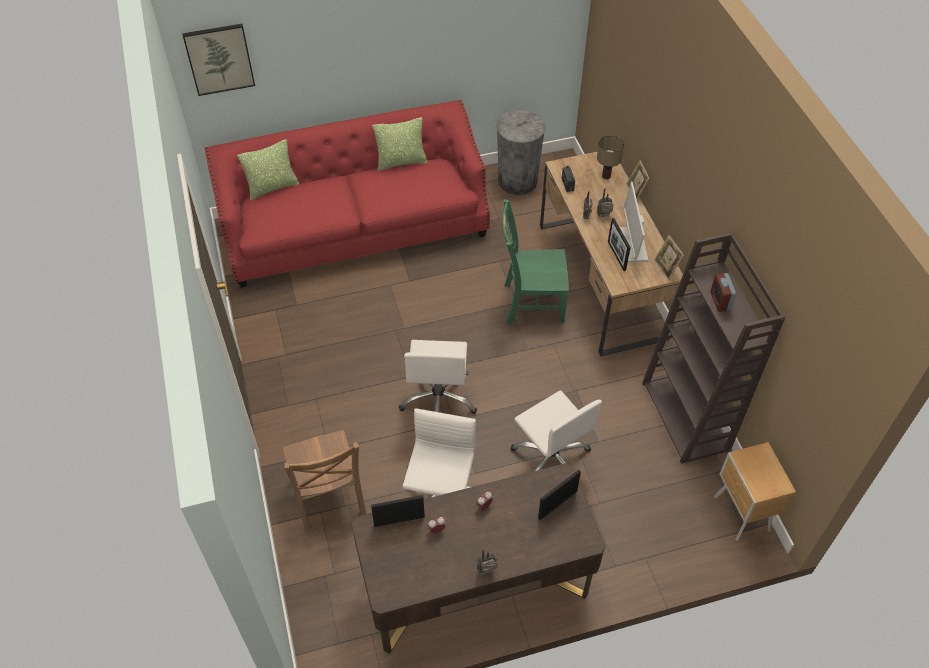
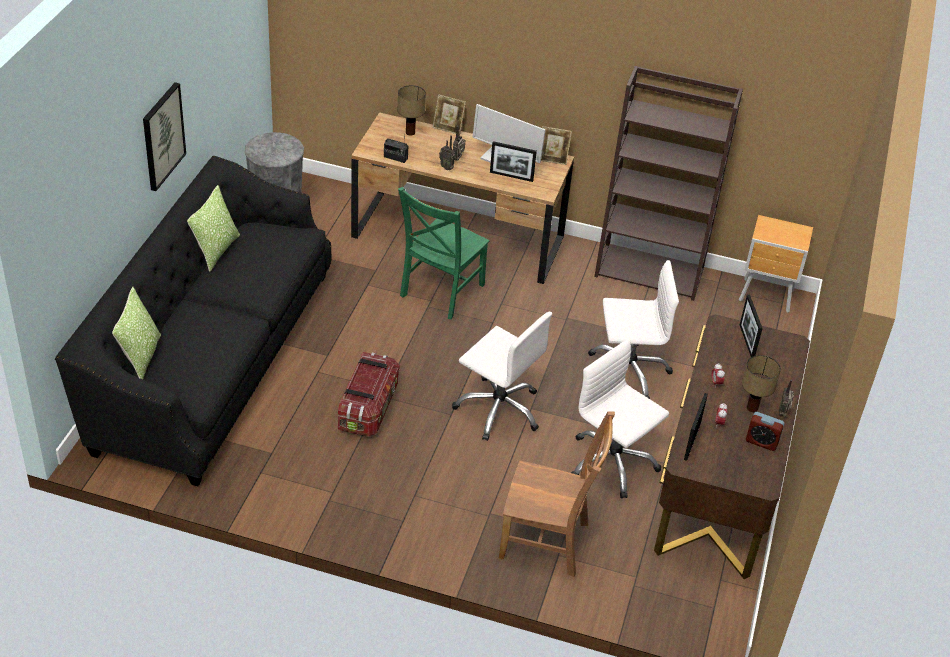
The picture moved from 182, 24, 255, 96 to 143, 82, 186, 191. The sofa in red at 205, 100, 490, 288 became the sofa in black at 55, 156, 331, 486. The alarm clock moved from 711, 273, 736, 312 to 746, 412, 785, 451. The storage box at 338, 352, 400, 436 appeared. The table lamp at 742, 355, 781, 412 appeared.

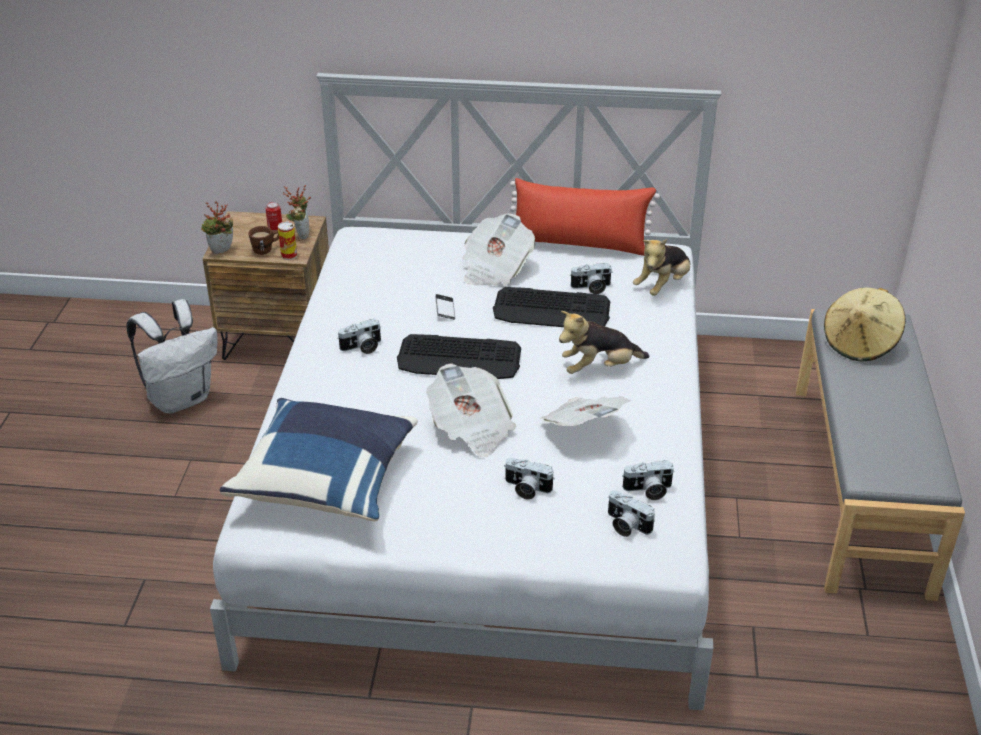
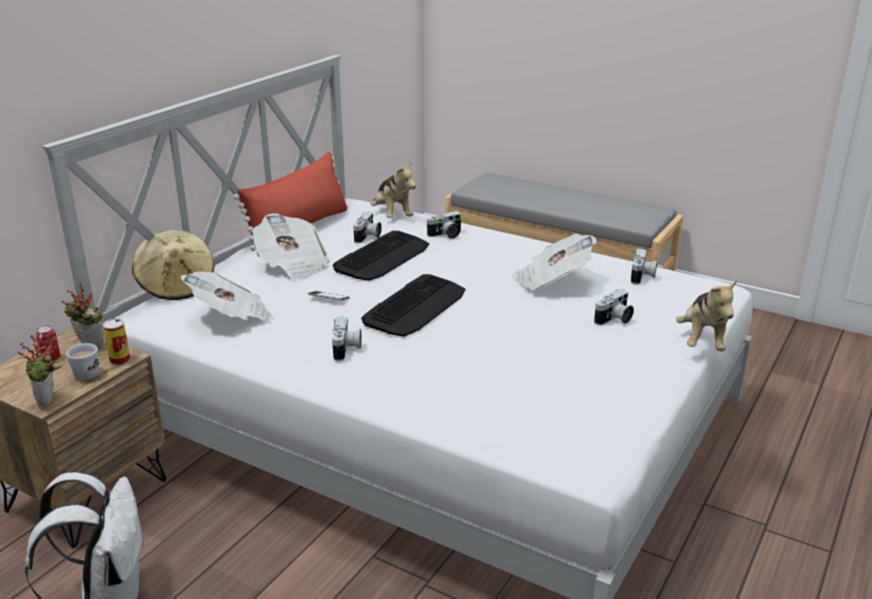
The pillow in blue at 220, 398, 418, 521 disappeared. The mug in brown at 248, 226, 279, 255 became the mug in white at 66, 343, 99, 380. The newspaper moved from 426, 363, 516, 457 to 181, 272, 275, 320. The plush toy moved from 559, 311, 649, 374 to 676, 280, 737, 352. The photo camera moved from 608, 490, 655, 537 to 426, 211, 462, 239. The hat in beige moved from 824, 288, 906, 362 to 132, 230, 214, 300.

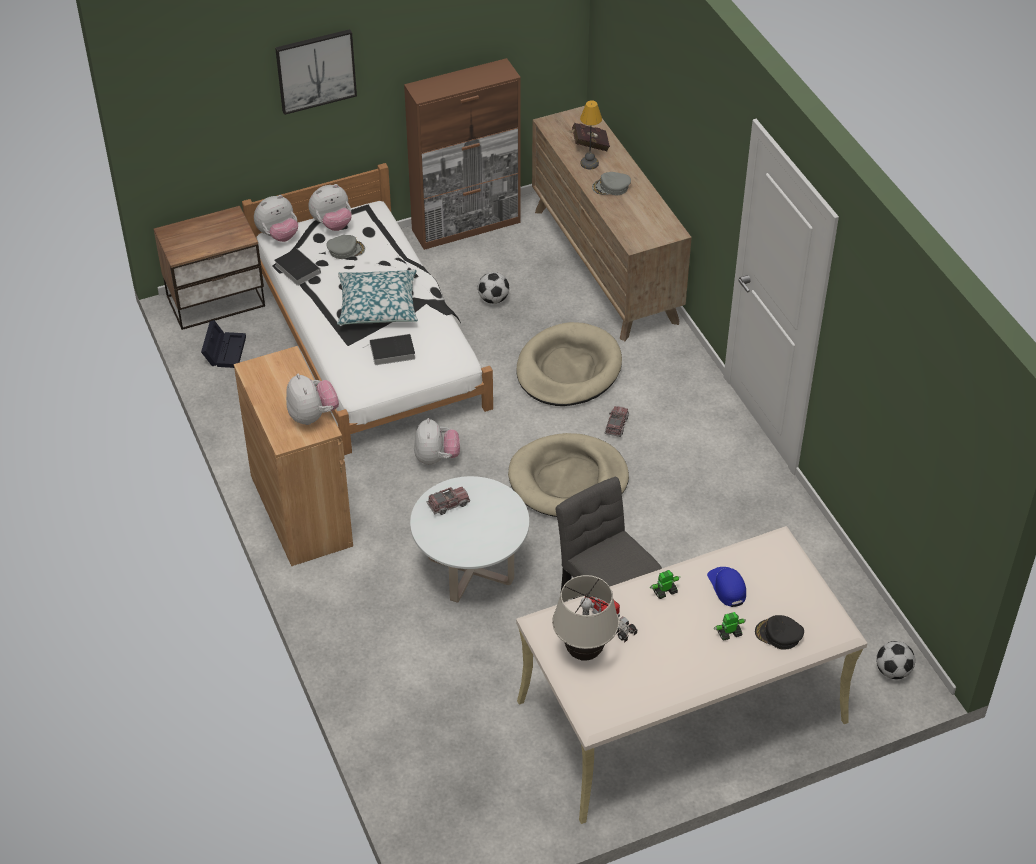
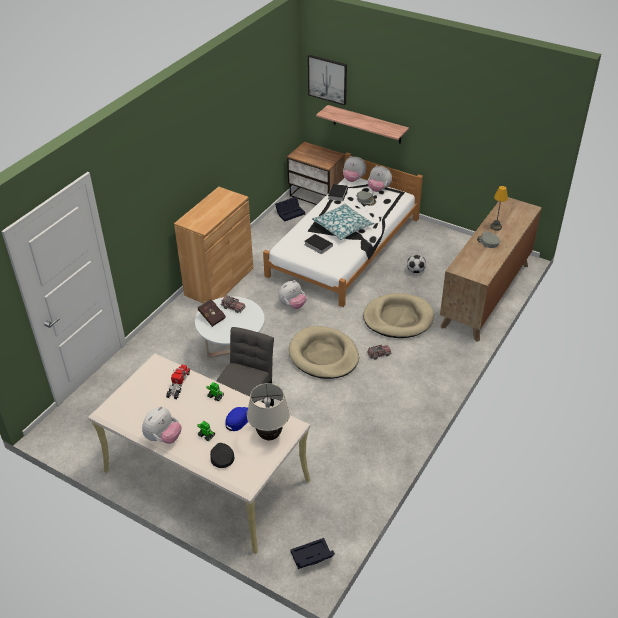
The picture moved from 275, 29, 357, 115 to 308, 55, 347, 105. The plush toy moved from 286, 374, 339, 425 to 142, 406, 182, 444. The cabinet in brown at 404, 58, 521, 250 disappeared. The table lamp in beige moved from 552, 575, 619, 661 to 247, 383, 290, 440. The book in red moved from 568, 123, 610, 151 to 197, 300, 226, 327. The football at 876, 641, 915, 679 was replaced by the storage box in black at 290, 538, 335, 569. The shelf at 316, 105, 409, 144 appeared.

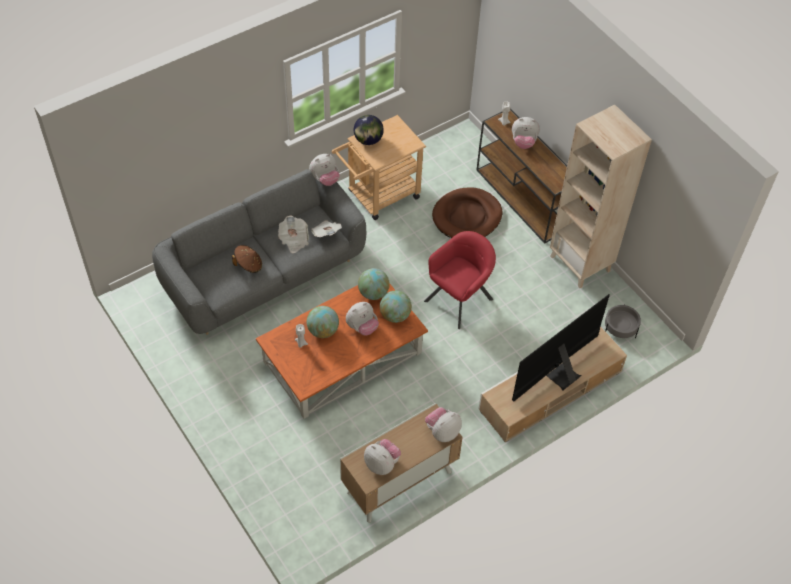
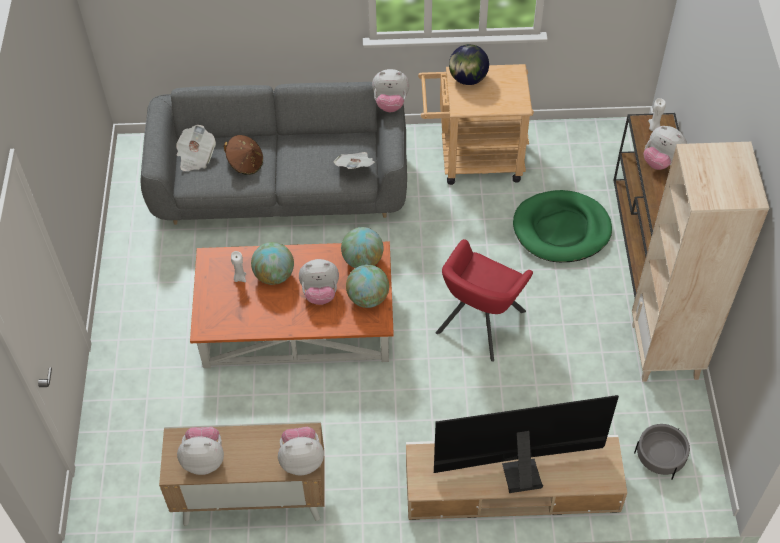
The newspaper moved from 278, 215, 309, 253 to 176, 125, 216, 171. The plush toy at 364, 439, 401, 475 turned 75 degrees counterclockwise. The armchair in red at 424, 231, 496, 329 turned 135 degrees clockwise. The dog bed in brown at 432, 187, 502, 238 became the dog bed in green at 513, 190, 612, 262.

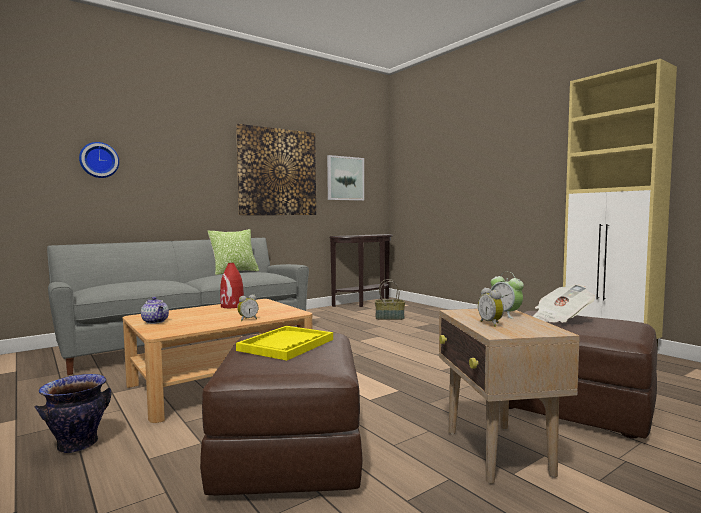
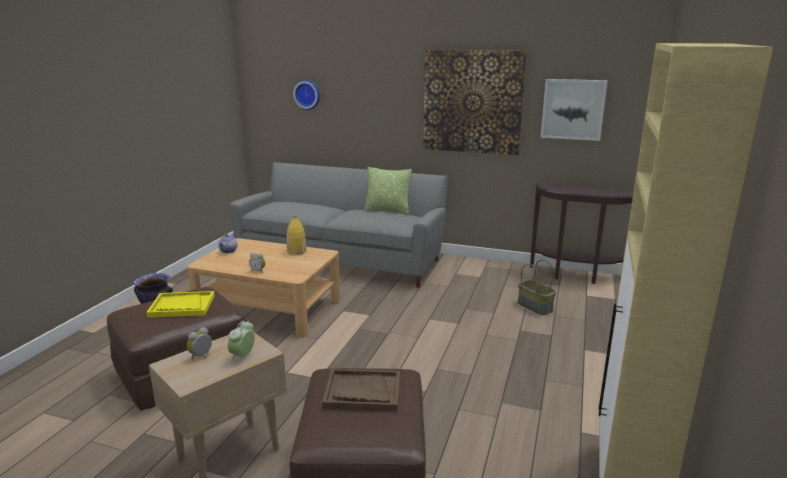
The vase in red at 220, 263, 244, 308 became the vase in yellow at 286, 217, 306, 255. The newspaper at 532, 285, 595, 323 was replaced by the tray in brown at 322, 369, 400, 411.

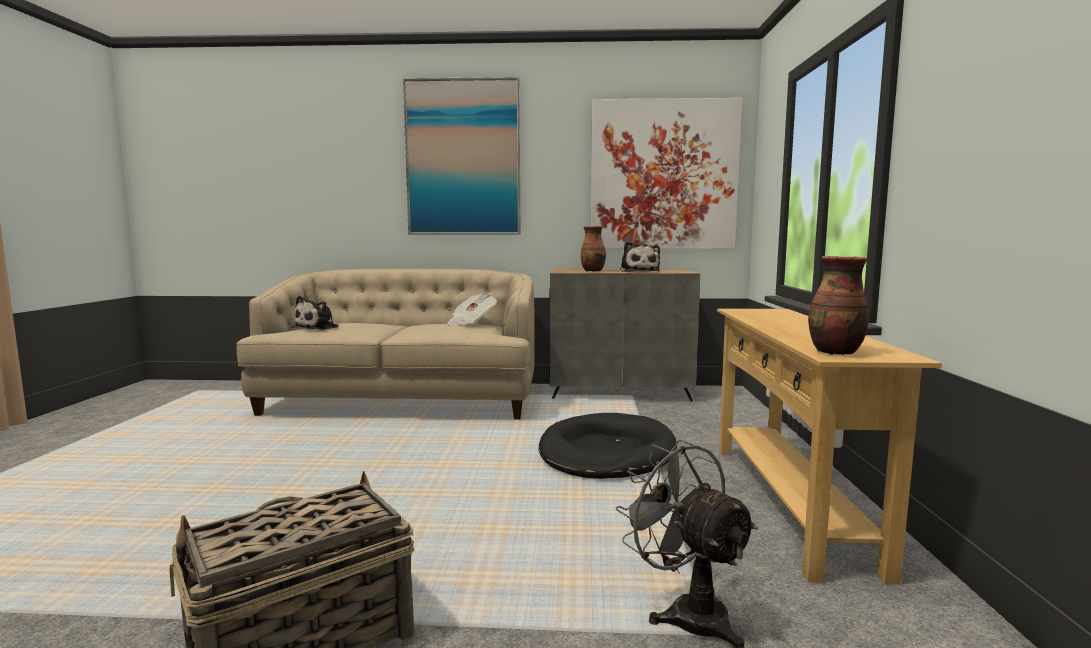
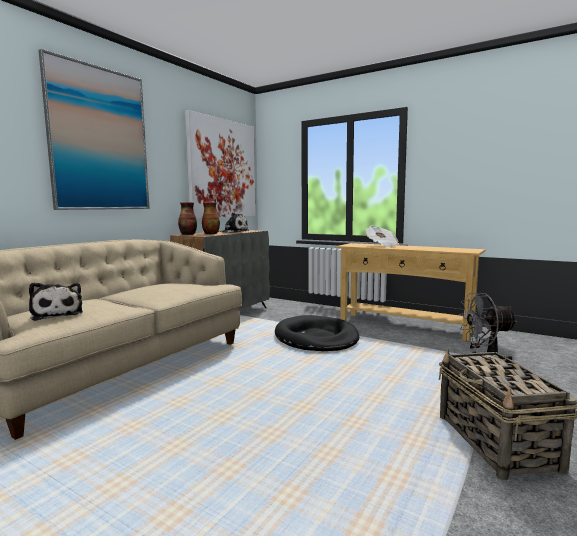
The newspaper moved from 447, 293, 497, 325 to 365, 226, 400, 248. The vase moved from 808, 256, 869, 355 to 178, 202, 197, 235.

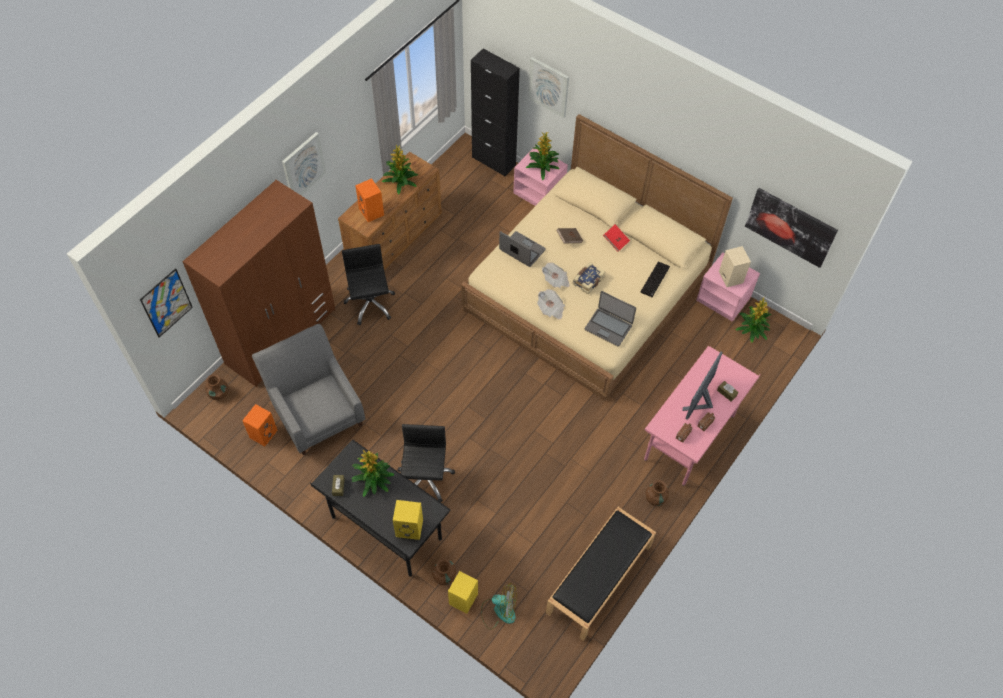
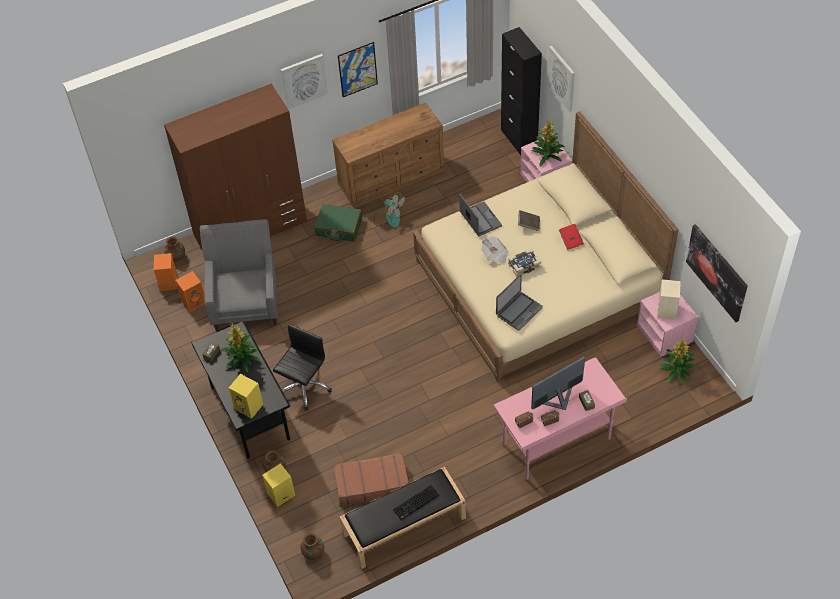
The picture moved from 140, 268, 193, 338 to 338, 42, 378, 97. The office chair in black at 342, 244, 395, 325 was replaced by the suitcase in green at 315, 204, 362, 242. The speaker in orange moved from 355, 178, 384, 222 to 154, 253, 178, 291. The potted plant at 382, 145, 418, 195 disappeared. The fan moved from 481, 585, 516, 630 to 374, 192, 406, 228. The newspaper at 537, 289, 565, 320 disappeared. The laptop at 585, 291, 636, 346 turned 105 degrees counterclockwise. The keyboard moved from 640, 262, 670, 297 to 393, 485, 439, 520. The vase in brown moved from 646, 480, 669, 506 to 301, 533, 324, 560. The suitcase in brown at 334, 453, 409, 506 appeared.

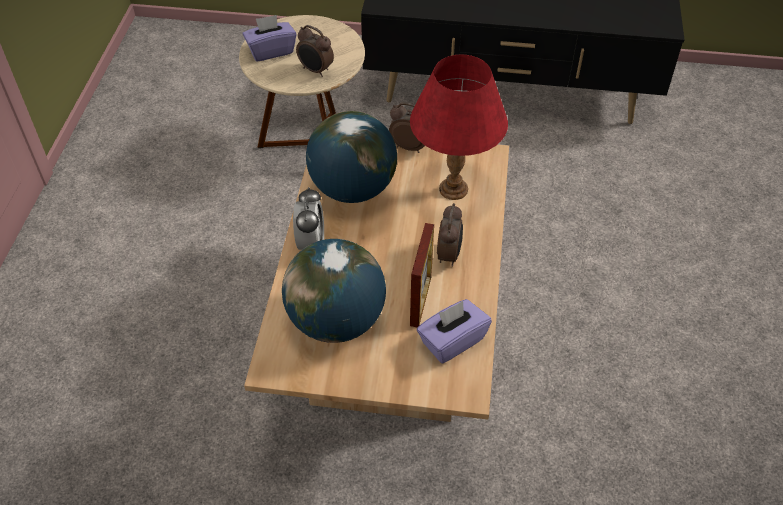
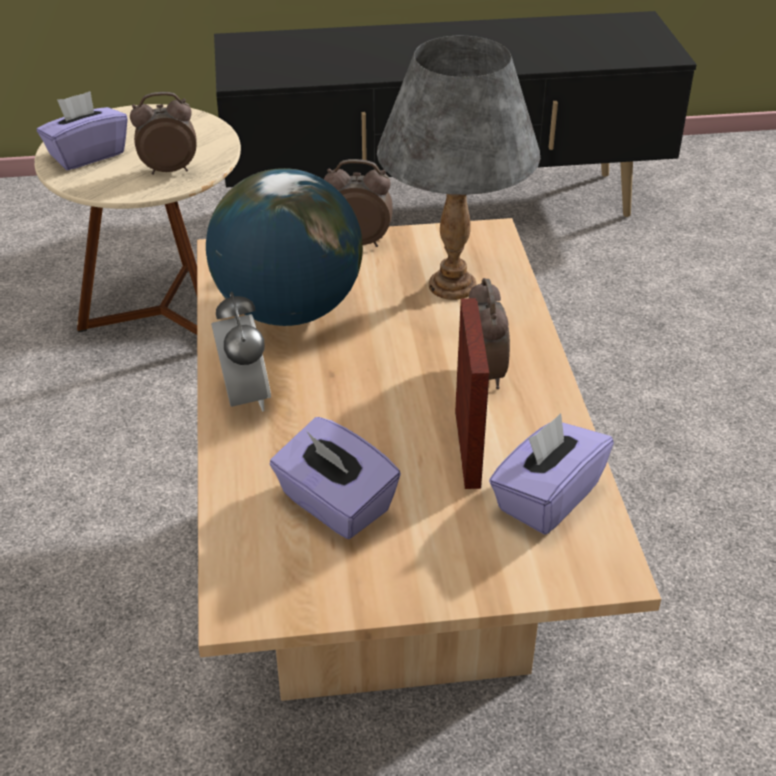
The globe at 282, 239, 386, 343 was replaced by the tissue box in purple at 269, 417, 401, 539. The alarm clock at 296, 25, 334, 77 turned 150 degrees clockwise. The table lamp in red at 410, 54, 508, 200 became the table lamp in grey at 377, 36, 540, 300.

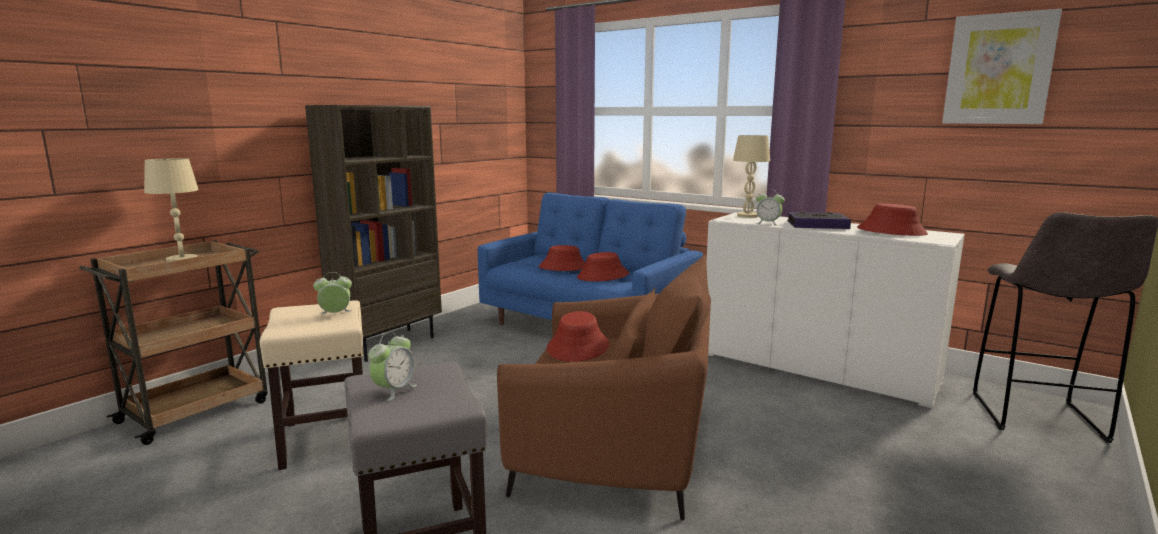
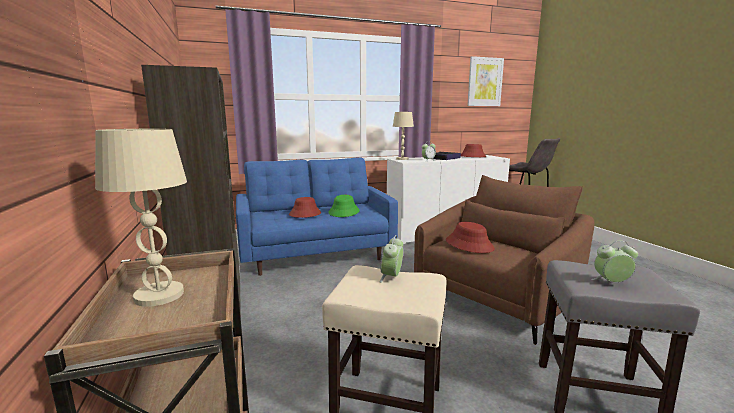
The alarm clock at 369, 332, 417, 401 turned 60 degrees counterclockwise. The hat in red at 577, 252, 629, 281 became the hat in green at 328, 195, 360, 217.

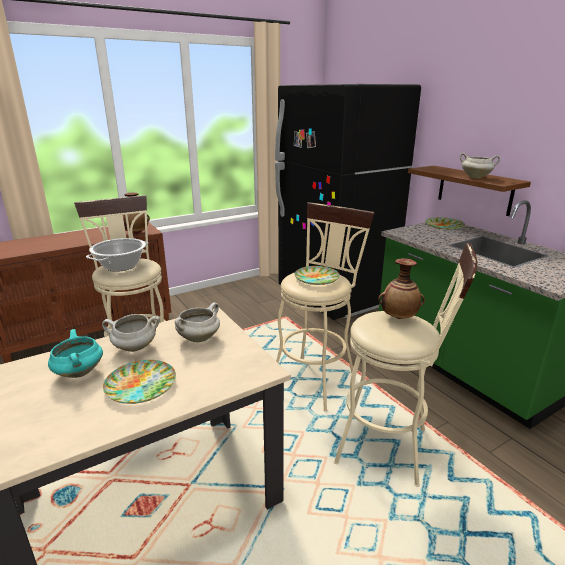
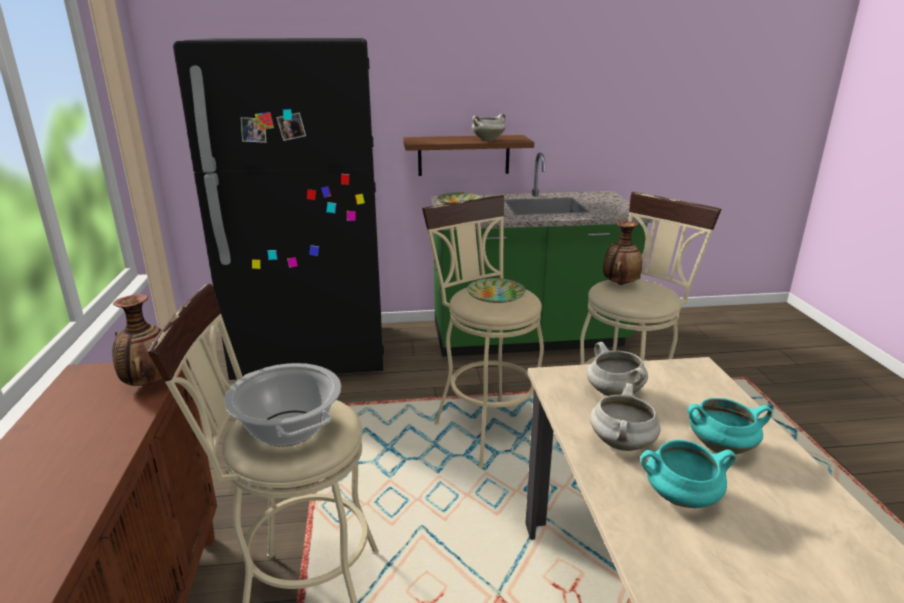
The plate at 103, 360, 176, 404 was replaced by the cooking pot in turquoise at 687, 398, 772, 455.

